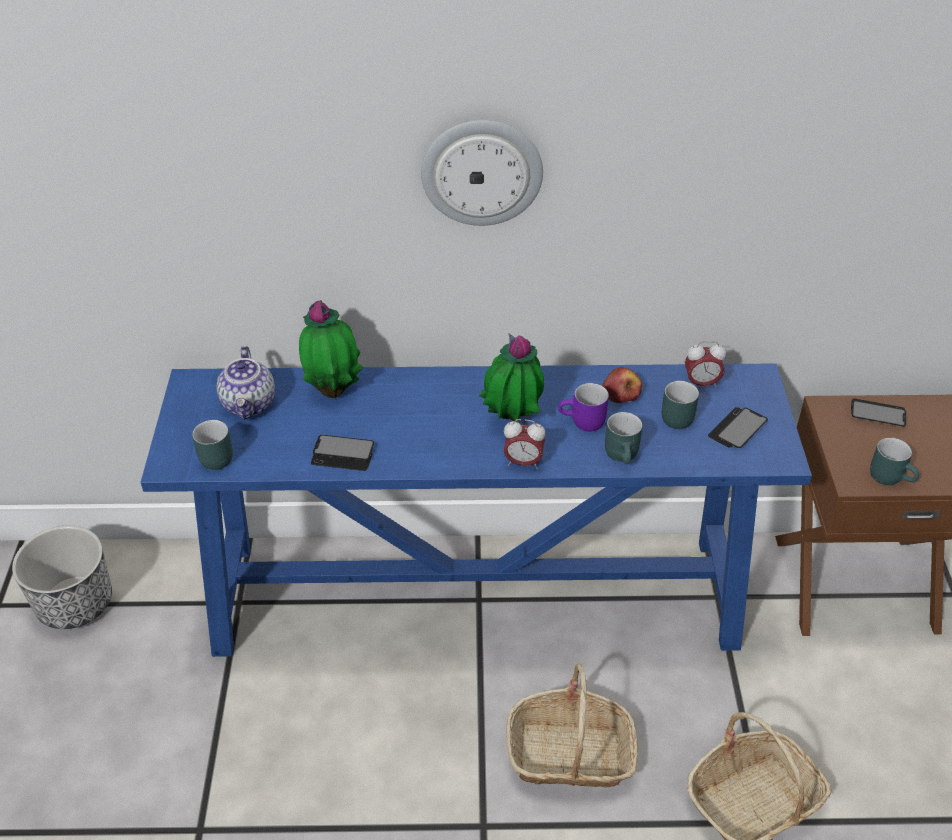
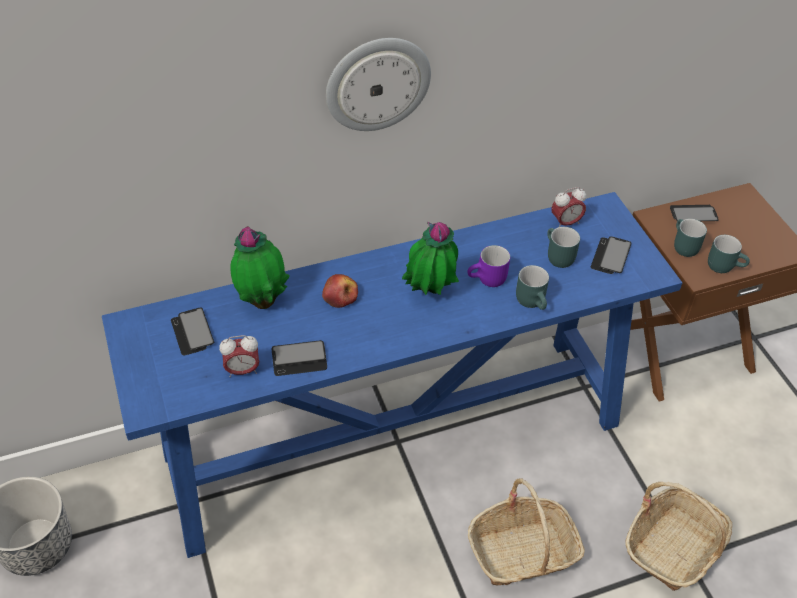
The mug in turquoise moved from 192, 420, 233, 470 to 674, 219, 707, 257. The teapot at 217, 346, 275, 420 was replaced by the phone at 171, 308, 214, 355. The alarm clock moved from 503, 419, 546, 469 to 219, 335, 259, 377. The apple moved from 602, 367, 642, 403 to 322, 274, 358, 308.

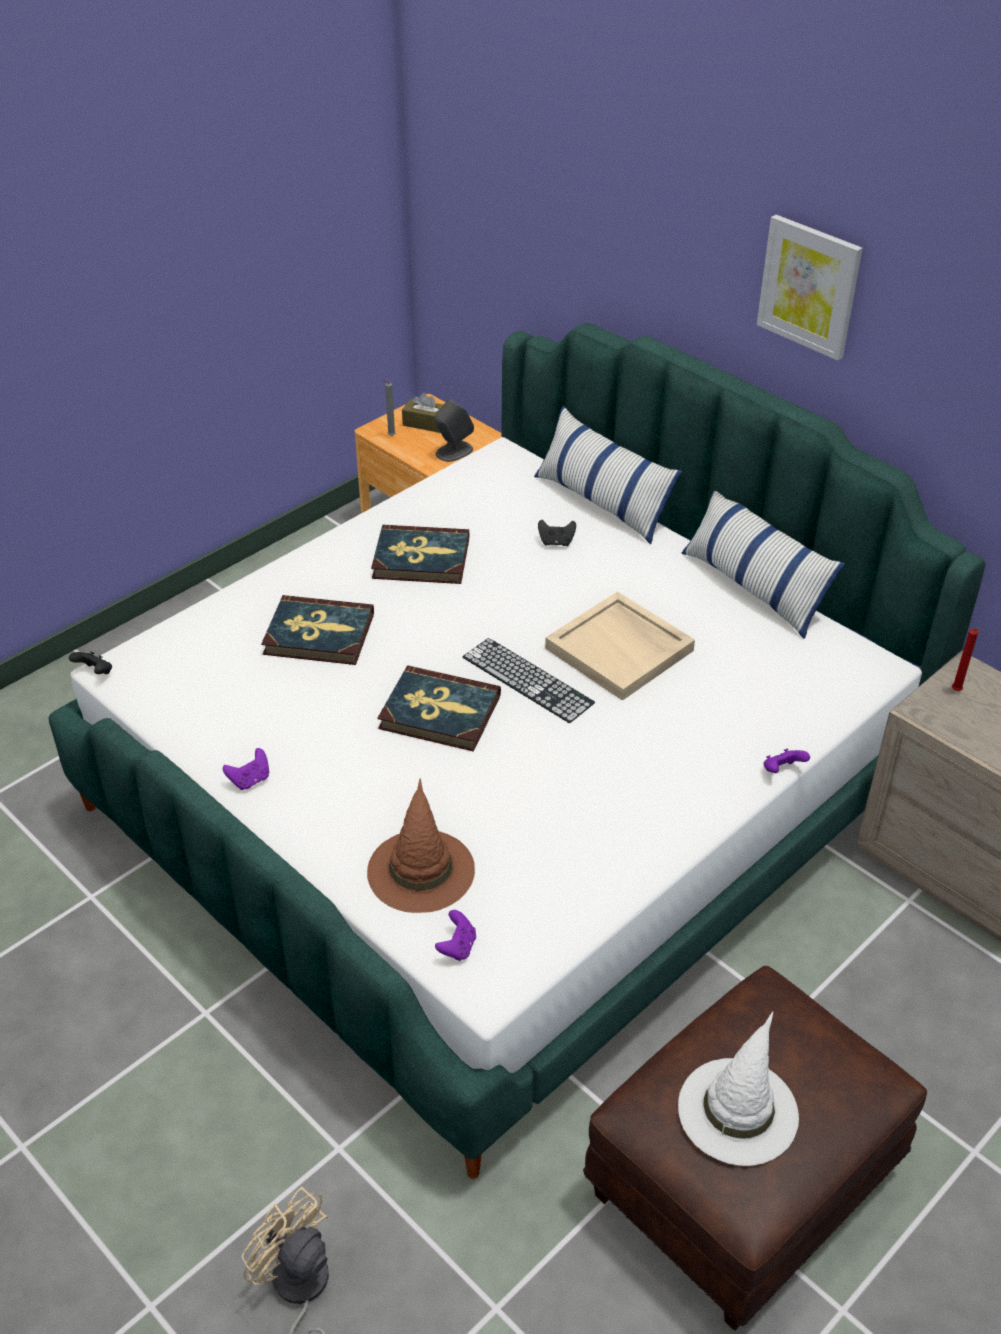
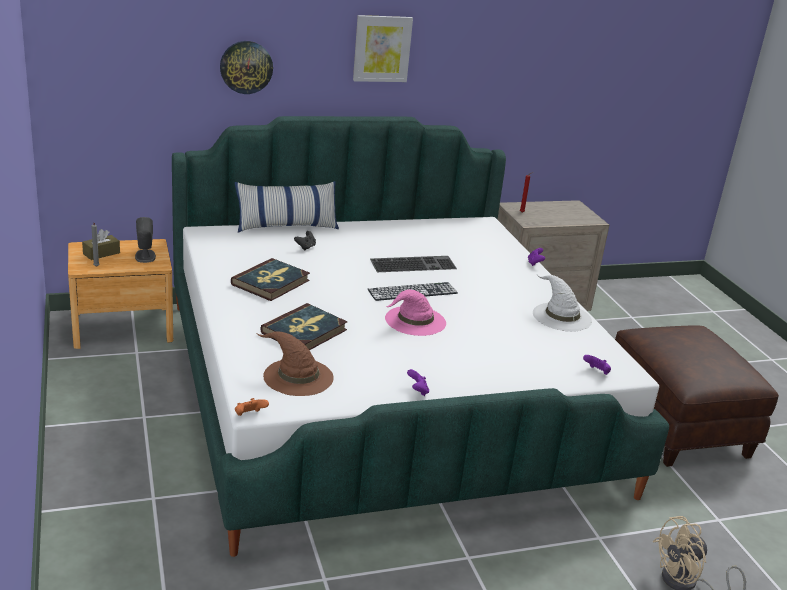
The game controller in black at 69, 651, 112, 674 became the game controller in orange at 235, 398, 269, 416. The hat in brown moved from 367, 778, 475, 913 to 257, 331, 334, 396. The book at 377, 665, 501, 752 was replaced by the hat in pink at 385, 289, 446, 336. The tray in beige at 545, 591, 695, 701 was replaced by the keyboard at 370, 256, 457, 272. The hat in white moved from 678, 1012, 799, 1166 to 533, 275, 592, 332. The pillow at 682, 491, 845, 639 disappeared. The wall clock at 220, 41, 273, 94 appeared.

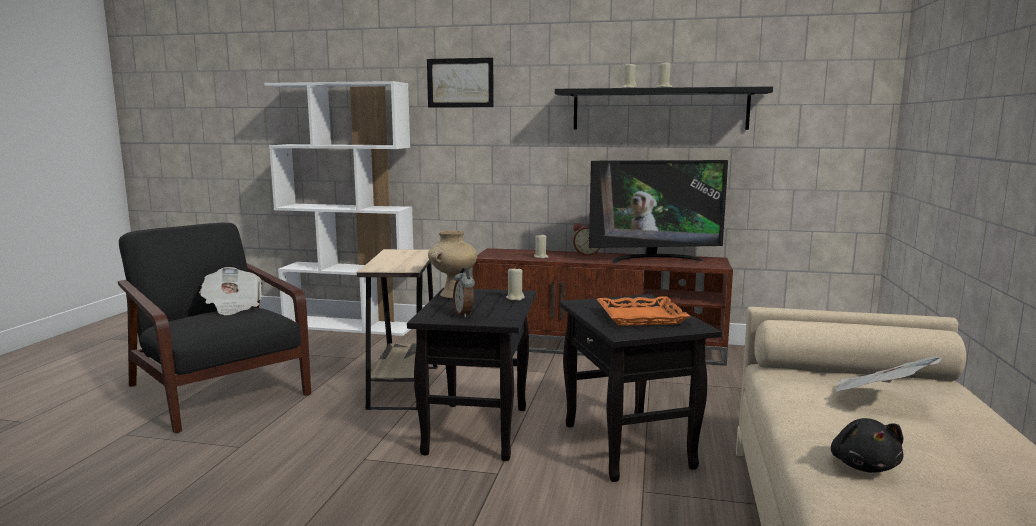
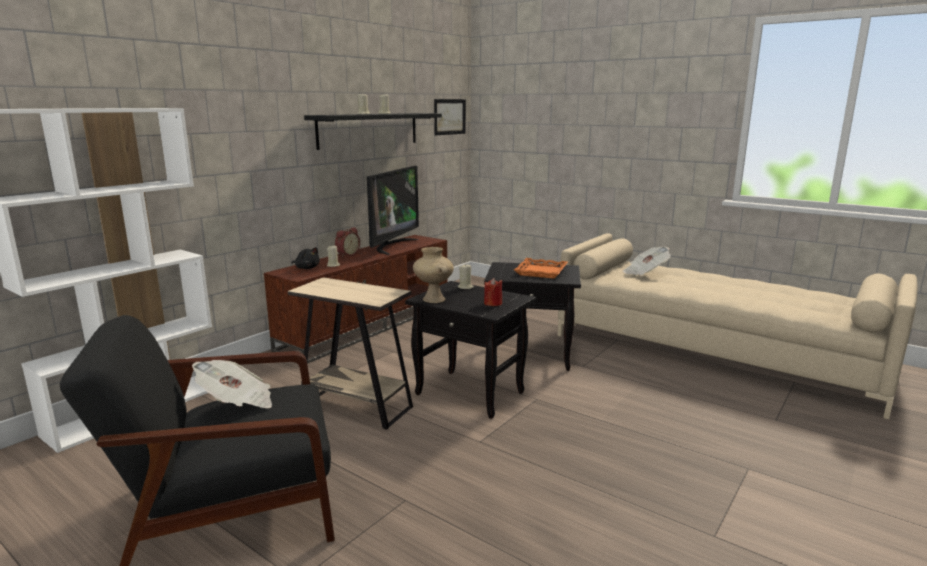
The picture moved from 427, 58, 494, 108 to 434, 99, 466, 135. The alarm clock at 453, 268, 475, 318 was replaced by the candle in red at 484, 278, 502, 306. The plush toy in black moved from 831, 418, 903, 473 to 291, 247, 320, 269.

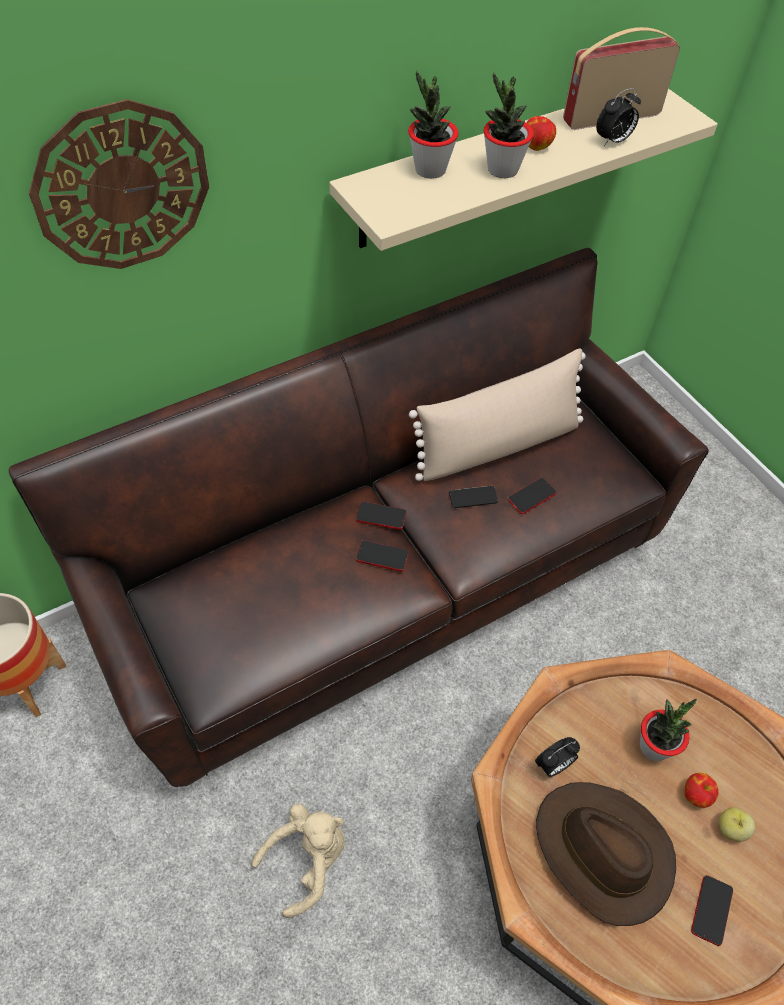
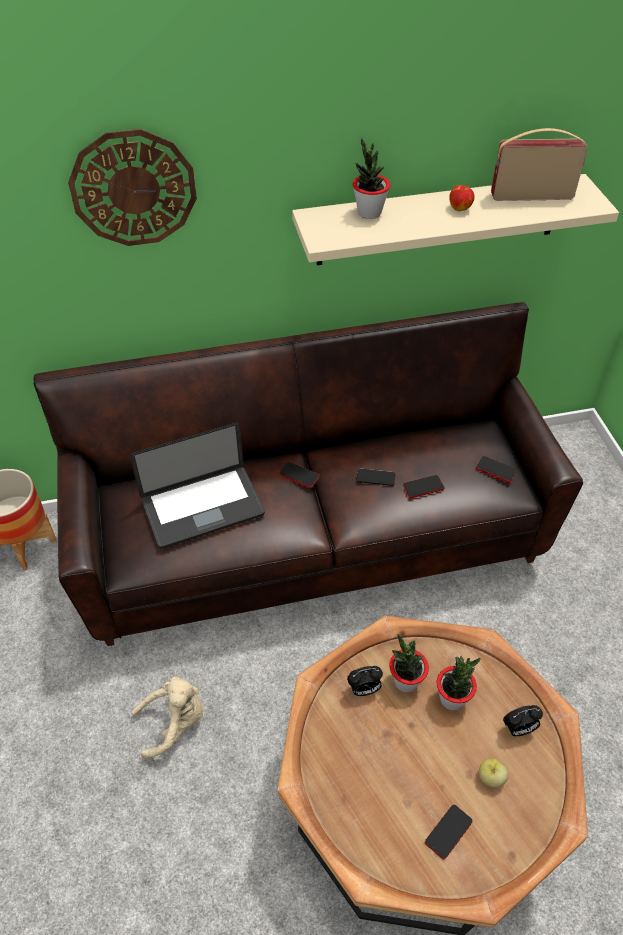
The phone moved from 356, 541, 409, 571 to 476, 456, 517, 483. The pillow in beige at 409, 348, 586, 481 disappeared. The potted plant moved from 484, 72, 534, 178 to 389, 634, 429, 692. The hat in brown at 536, 782, 676, 926 disappeared. The alarm clock moved from 596, 88, 641, 146 to 503, 705, 543, 736. The apple at 685, 773, 719, 808 disappeared. The laptop at 130, 422, 265, 549 appeared.

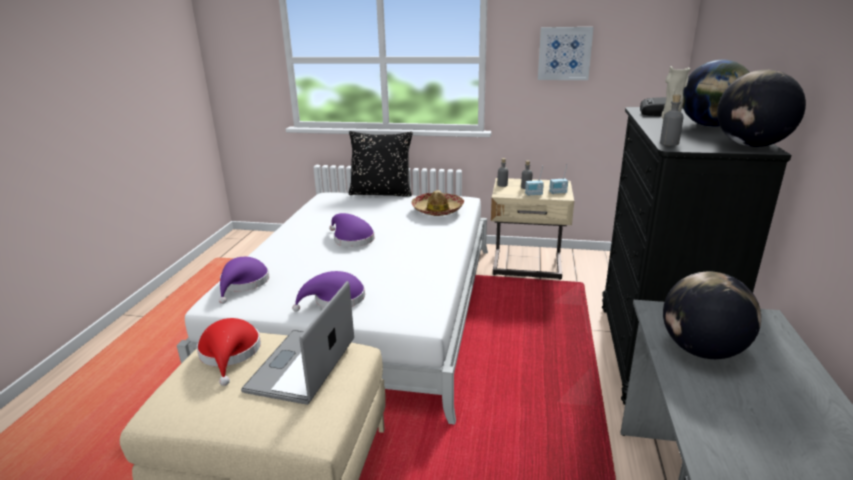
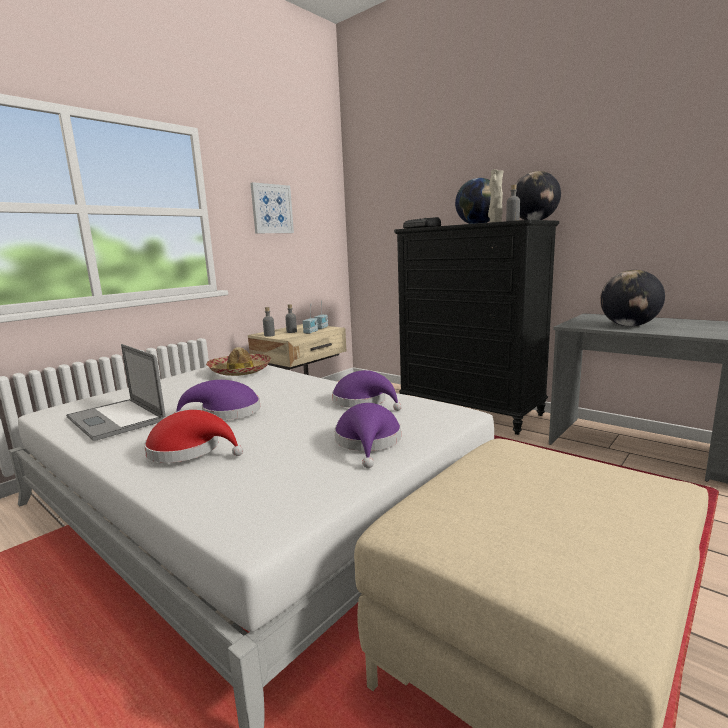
The hat in red moved from 197, 318, 261, 386 to 144, 410, 243, 463. The hat in purple moved from 219, 257, 269, 304 to 332, 370, 402, 411. The laptop moved from 241, 281, 354, 405 to 66, 344, 165, 441. The pillow in black at 349, 131, 413, 197 disappeared.

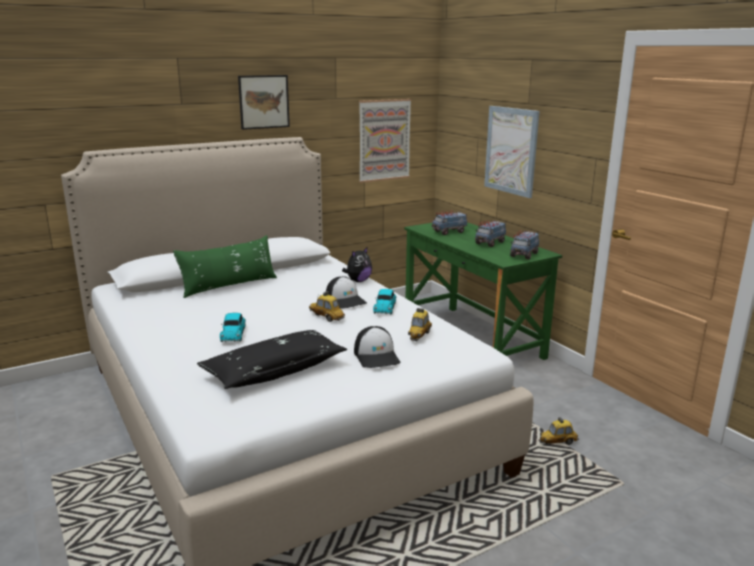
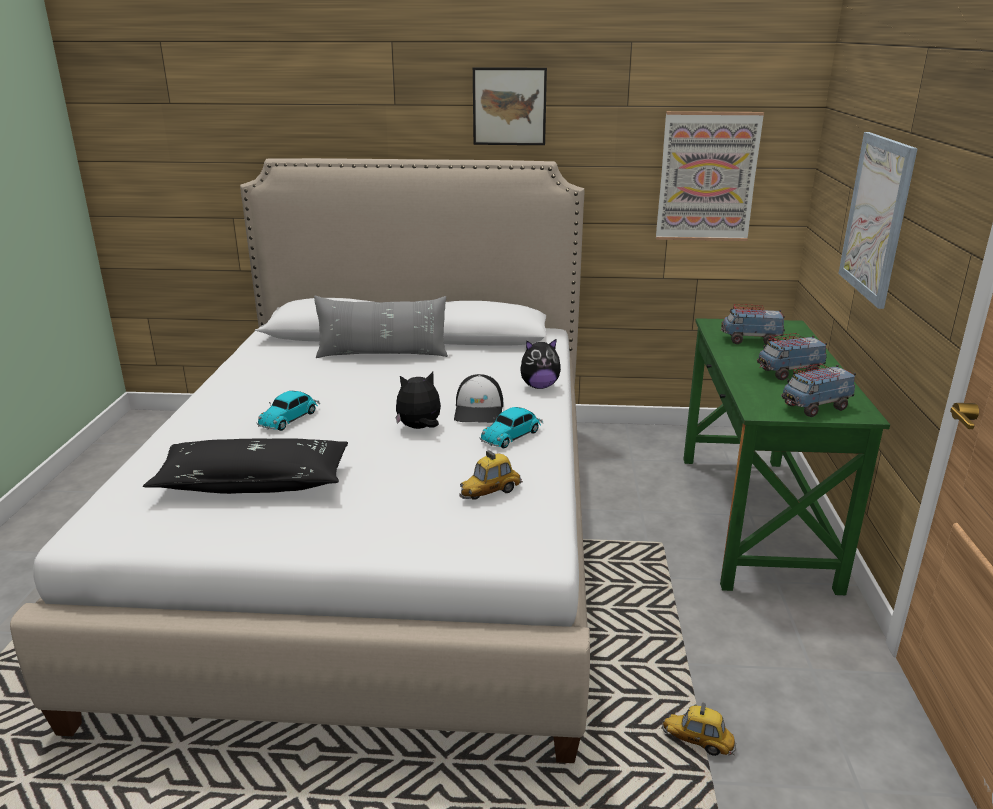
The pillow in green at 173, 235, 277, 298 became the pillow in grey at 314, 296, 448, 358. The toy car at 309, 291, 345, 322 was replaced by the plush toy at 395, 372, 441, 429. The cap at 354, 326, 400, 368 disappeared.

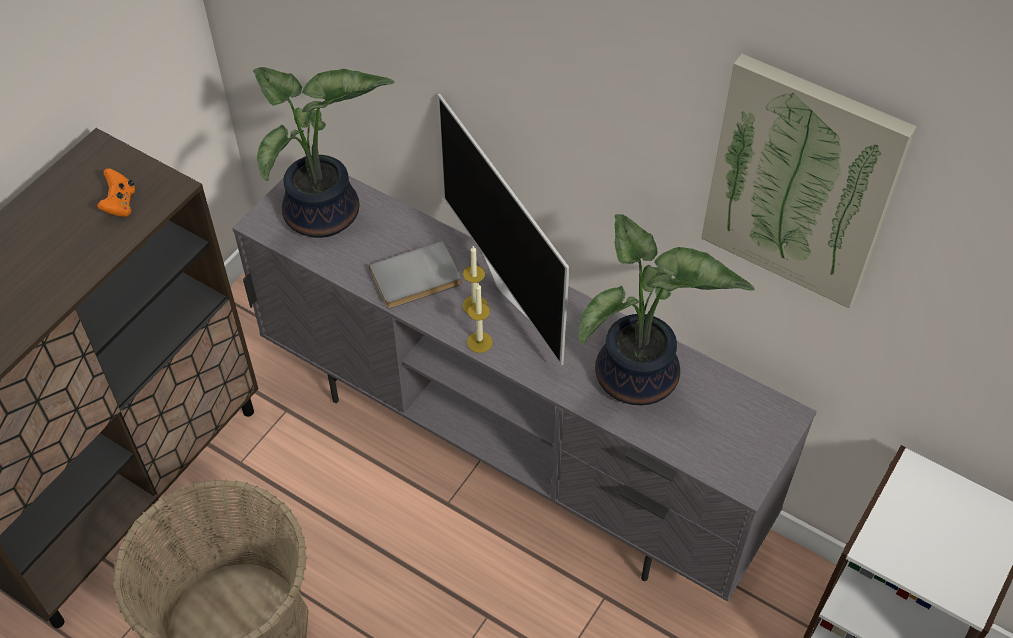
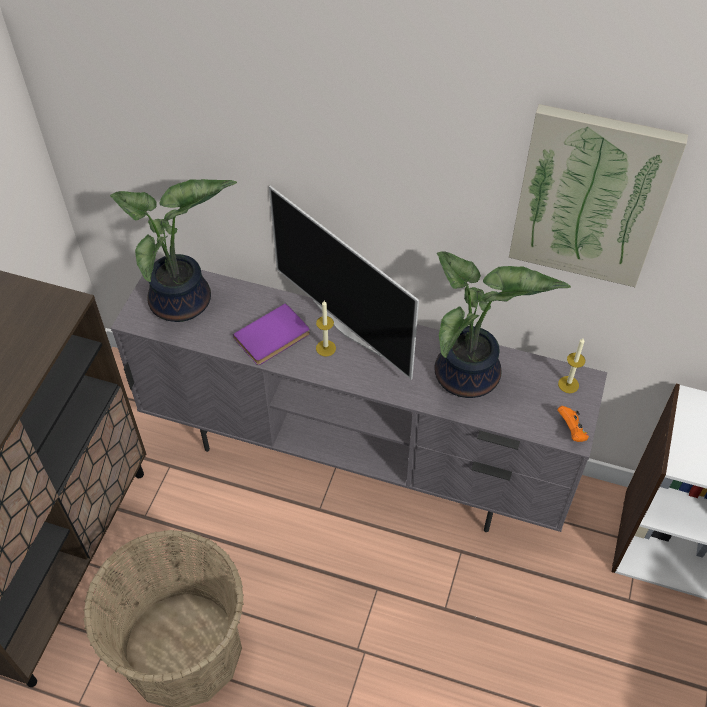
The game controller in orange moved from 97, 168, 135, 217 to 557, 406, 589, 442. The book in grey at 369, 241, 462, 308 became the book in purple at 233, 303, 310, 365. The candle moved from 467, 284, 493, 353 to 558, 338, 585, 393.

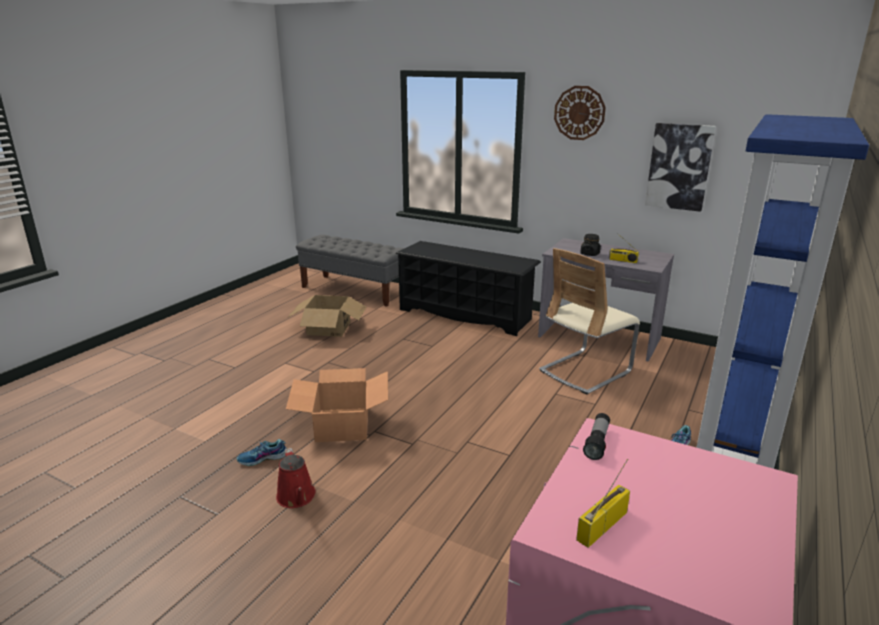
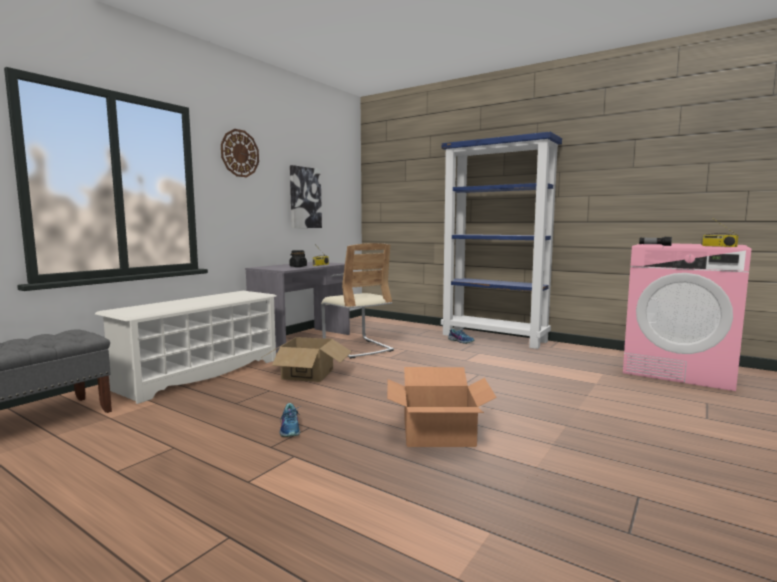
The shoe moved from 237, 439, 287, 466 to 280, 403, 301, 437. The watering can in red at 276, 448, 316, 508 disappeared. The cardboard box moved from 287, 295, 366, 337 to 261, 337, 352, 382. The shoe rack in black at 396, 241, 541, 336 became the shoe rack in white at 95, 291, 276, 404.

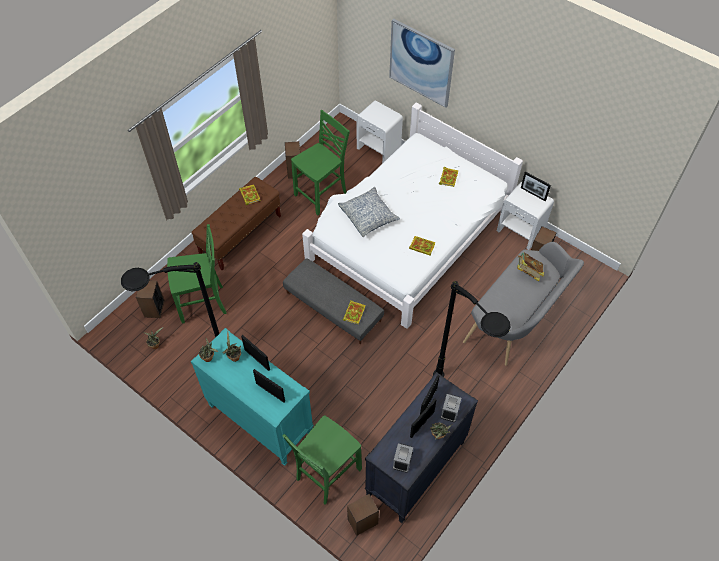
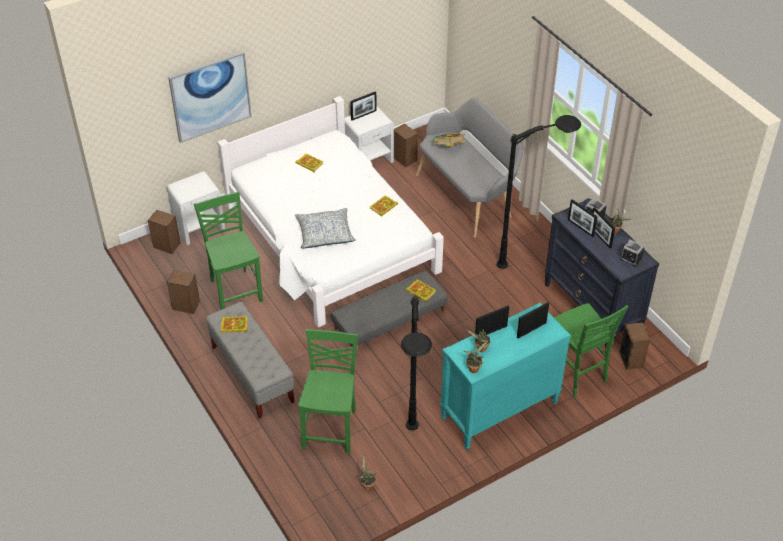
The speaker moved from 136, 280, 165, 318 to 148, 210, 181, 254. The bench in brown at 192, 177, 281, 270 became the bench in grey at 206, 302, 294, 419.

